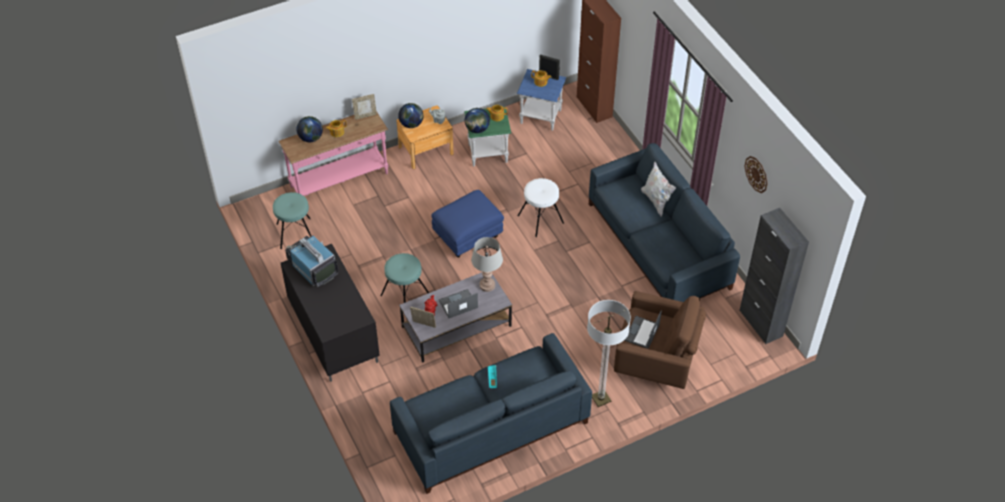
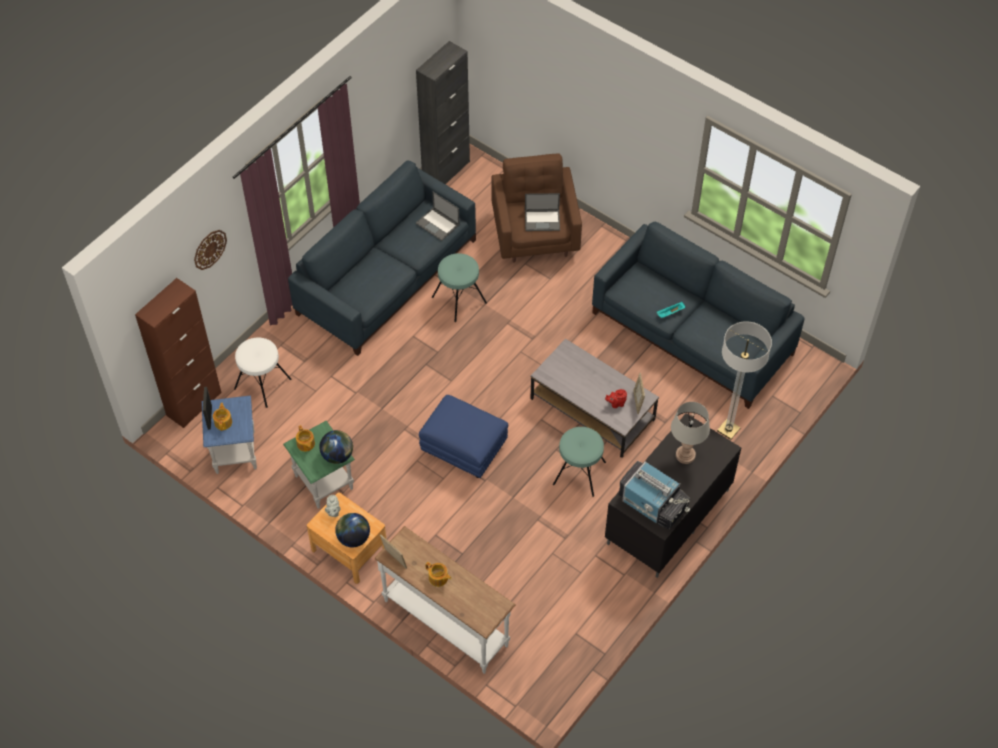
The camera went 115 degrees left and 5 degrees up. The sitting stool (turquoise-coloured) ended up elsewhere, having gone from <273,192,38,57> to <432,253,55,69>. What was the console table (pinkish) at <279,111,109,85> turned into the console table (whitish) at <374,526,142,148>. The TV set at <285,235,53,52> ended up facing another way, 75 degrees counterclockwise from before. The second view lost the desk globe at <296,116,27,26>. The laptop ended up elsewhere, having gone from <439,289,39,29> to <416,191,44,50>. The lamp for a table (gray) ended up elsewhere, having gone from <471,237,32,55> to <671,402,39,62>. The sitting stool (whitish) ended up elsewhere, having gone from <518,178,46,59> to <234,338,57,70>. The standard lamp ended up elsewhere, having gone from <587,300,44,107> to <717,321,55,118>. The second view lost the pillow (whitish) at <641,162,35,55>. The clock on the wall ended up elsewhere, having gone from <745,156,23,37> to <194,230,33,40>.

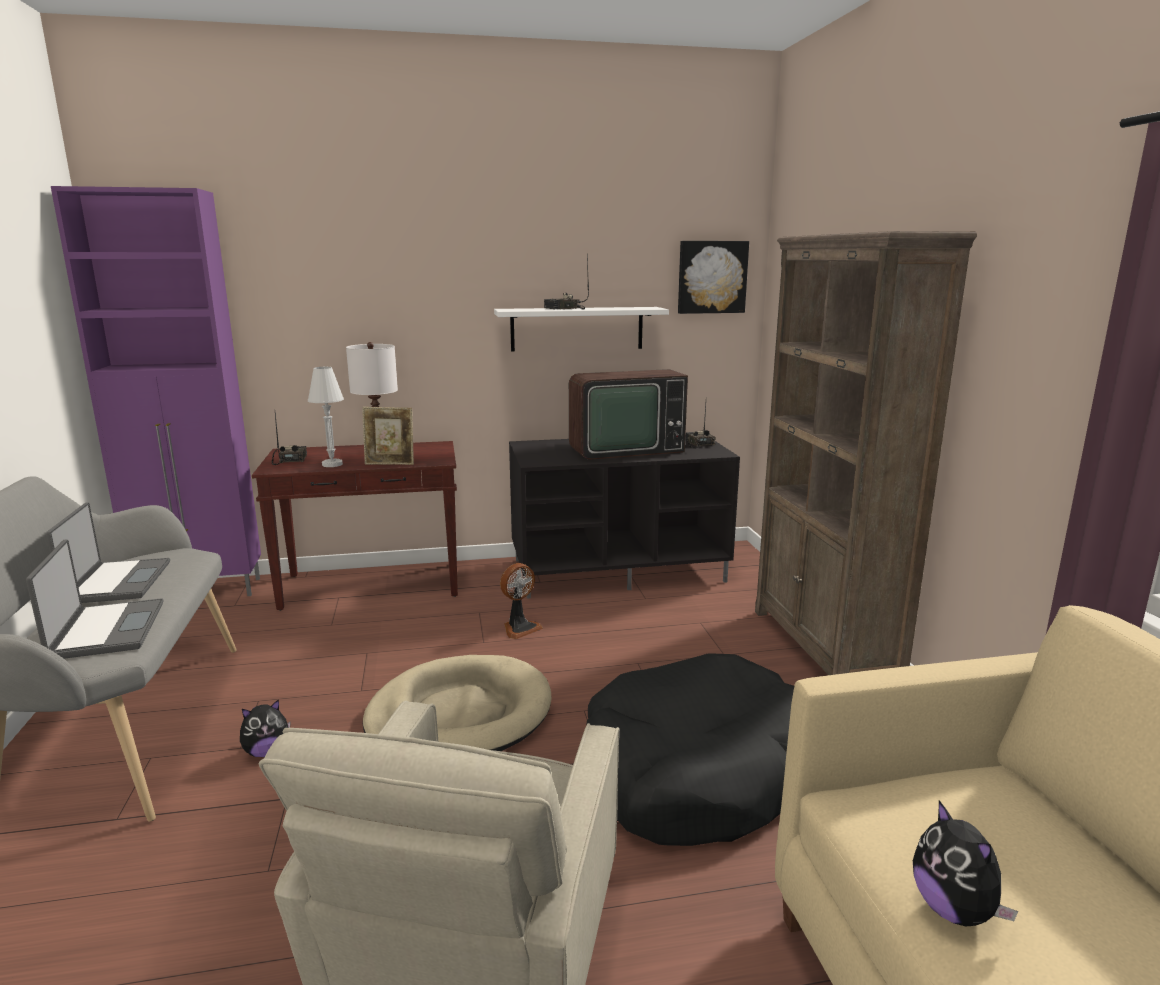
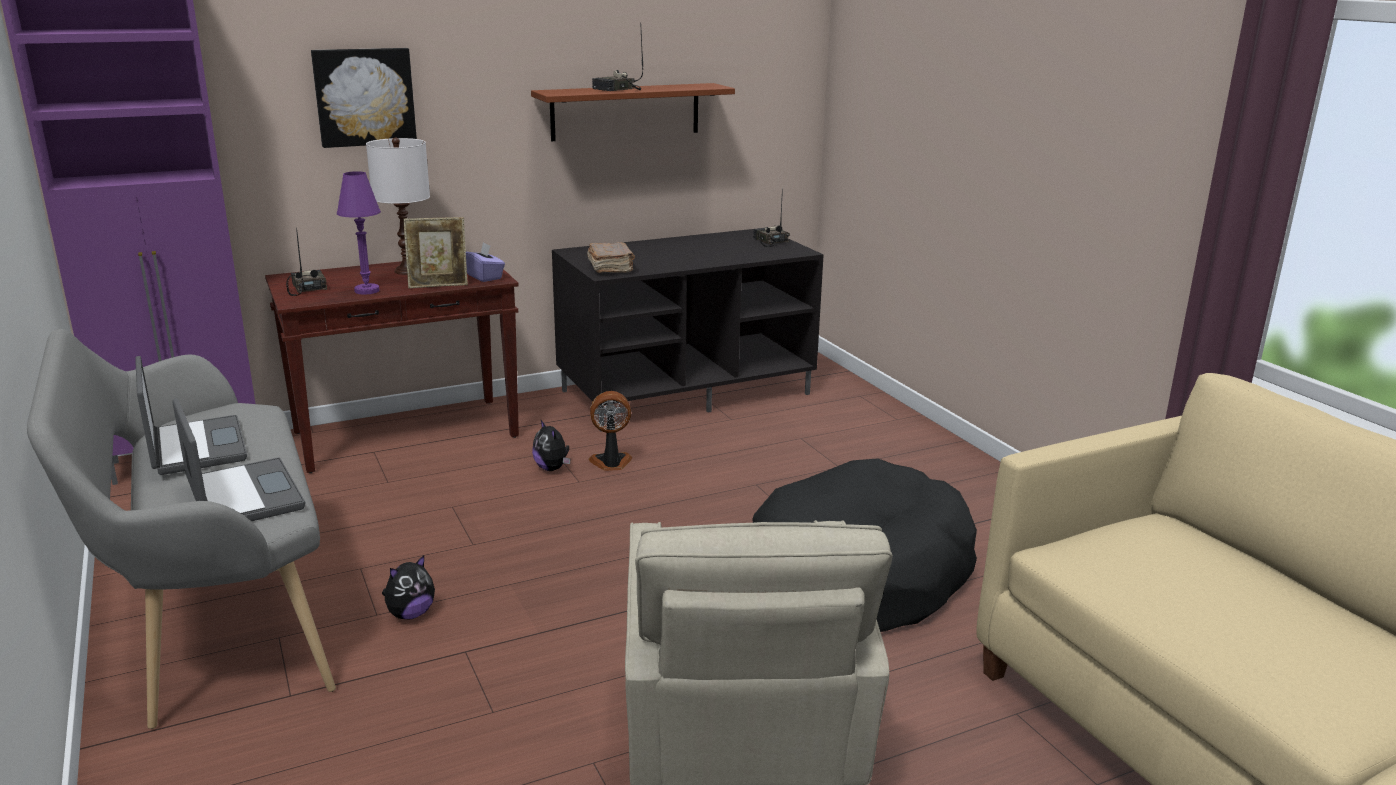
The camera went 15 degrees left and 5 degrees up. What was the lamp for a table (whitish) at <308,367,36,100> turned into the lamp for a table (purple) at <337,171,44,124>. The second view lost the pet bed (sand-coloured) at <363,655,188,96>. What was the shelf (whitish) at <494,307,175,45> turned into the shelf (brown) at <531,83,204,58>. The cooling fan at <500,563,43,76> ended up facing another way, 135 degrees counterclockwise from before. The second view lost the TV set at <569,369,119,90>. The picture ended up elsewhere, having gone from <678,241,71,73> to <311,48,106,100>. The second view lost the shelving unit (brown) at <755,231,222,444>. The soft toy ended up elsewhere, having gone from <913,800,106,126> to <532,420,38,51>. The second view gained the tissue box (purple) at <466,242,39,40>. The second view gained the volume (brown) at <587,242,48,31>.

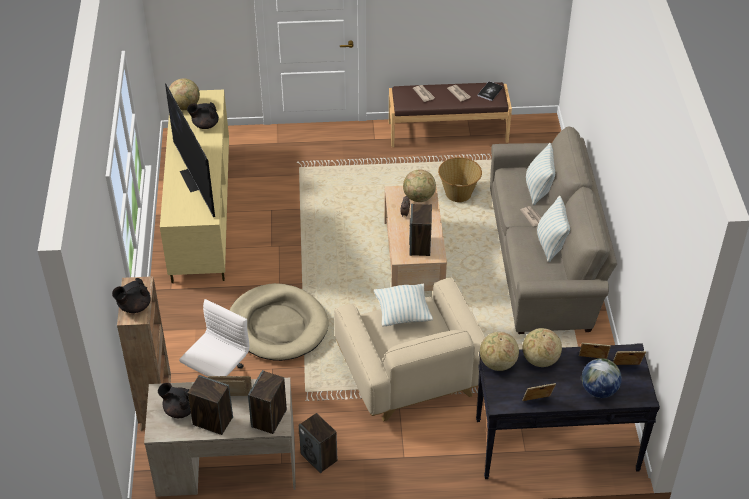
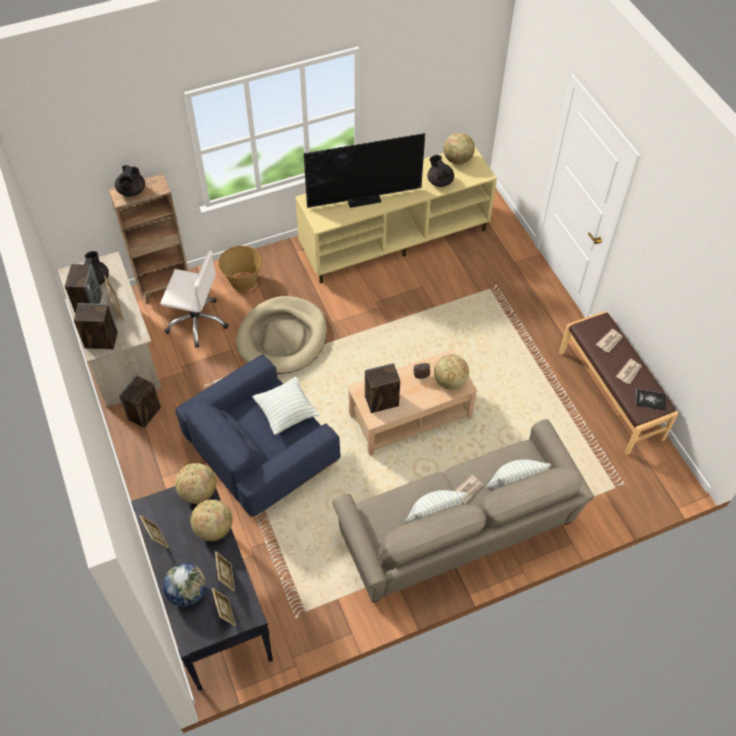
The camera went 70 degrees right and 10 degrees up. The tea pot (blackish) at <112,278,39,35> ended up facing another way, 120 degrees counterclockwise from before. The TV set at <165,84,50,133> ended up facing another way, 150 degrees counterclockwise from before. What was the lounge chair (sand-coloured) at <334,277,151,144> turned into the lounge chair (bluish) at <175,355,166,162>. The basket ended up elsewhere, having gone from <438,157,44,45> to <218,246,44,45>.

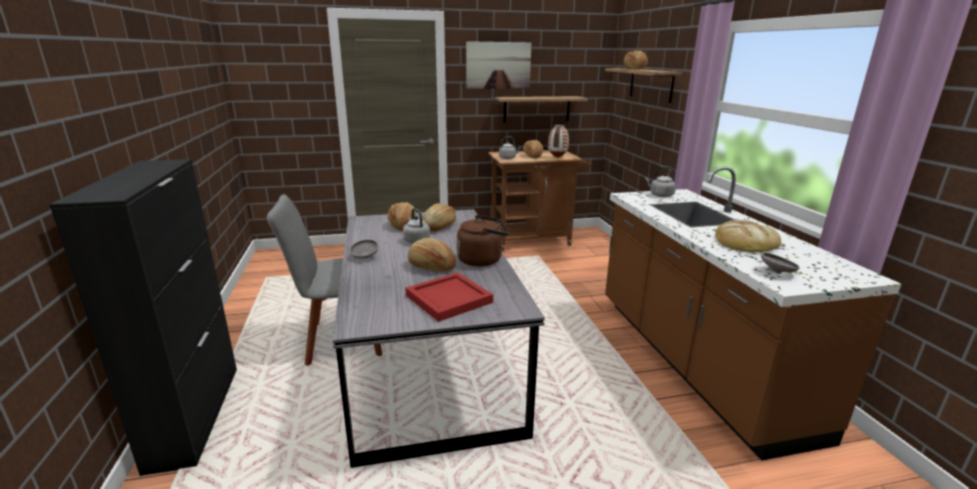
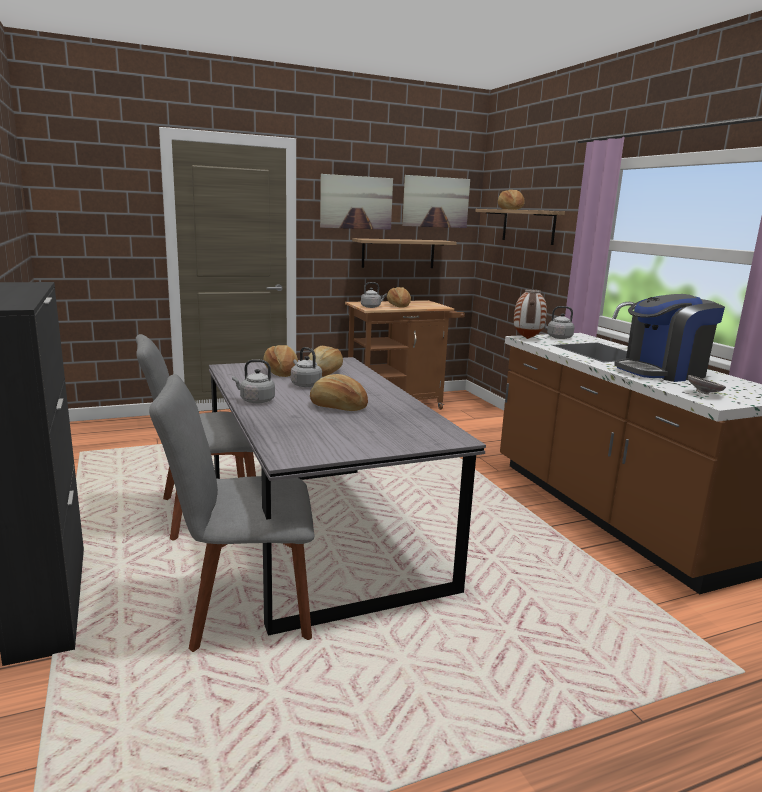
The camera went 10 degrees left and 5 degrees down. Where the bowl (gray) stood at <349,239,30,20>, the tea kettle (gray) came to stand at <232,359,43,44>. The second view lost the serving tray (reddish) at <405,272,88,50>. The second view lost the tea kettle (brown) at <457,215,52,51>. The decorative vase ended up elsewhere, having gone from <548,125,21,33> to <514,289,33,50>. Where the bakery bread stood at <715,220,66,32>, the coffee machine came to stand at <614,294,111,88>. The second view gained the plain chair (gray) at <149,374,166,278>. The second view gained the picture at <402,175,68,53>.

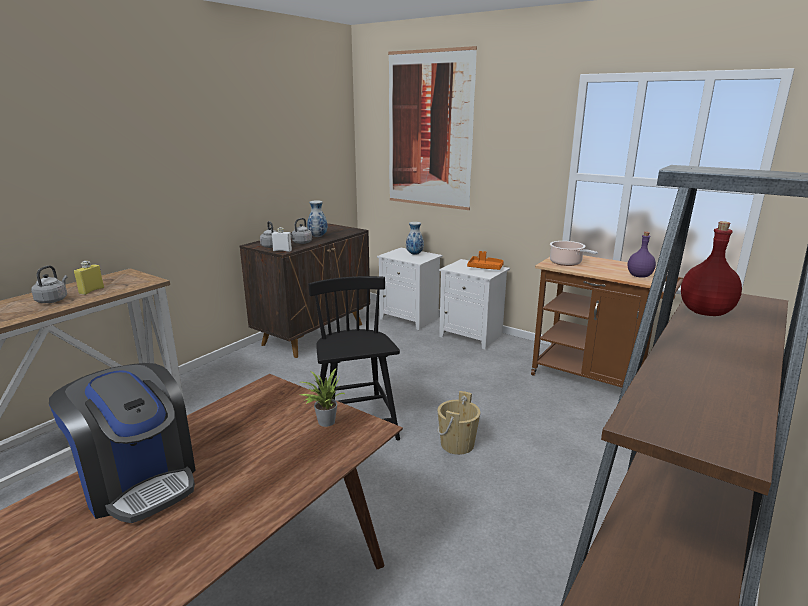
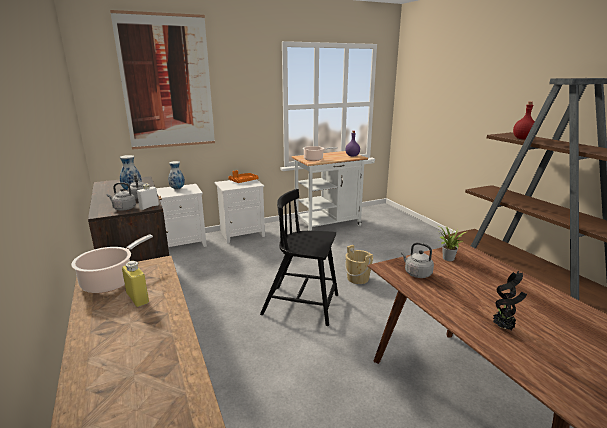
The camera went 60 degrees left and 0 degrees up. The tea kettle (gray) ended up elsewhere, having gone from <31,265,37,38> to <401,242,33,36>. Where the coffee machine stood at <49,363,147,160>, the plant in a pot came to stand at <493,271,34,59>. What was the trolley (brown) at <531,255,153,132> turned into the trolley (whitish) at <291,151,84,80>. The second view gained the cooking pot at <71,234,82,59>.

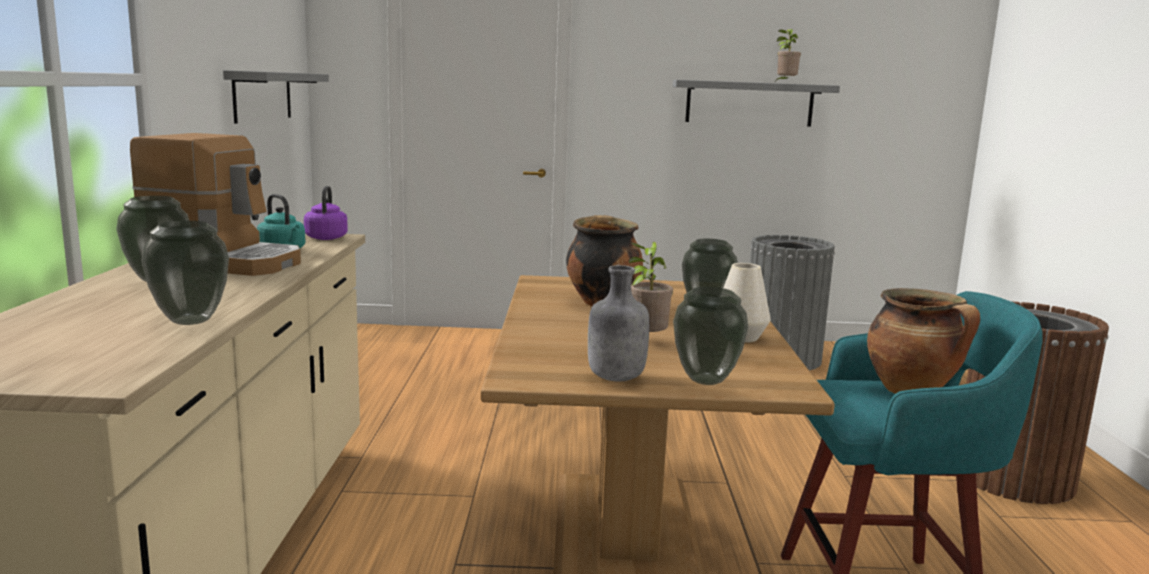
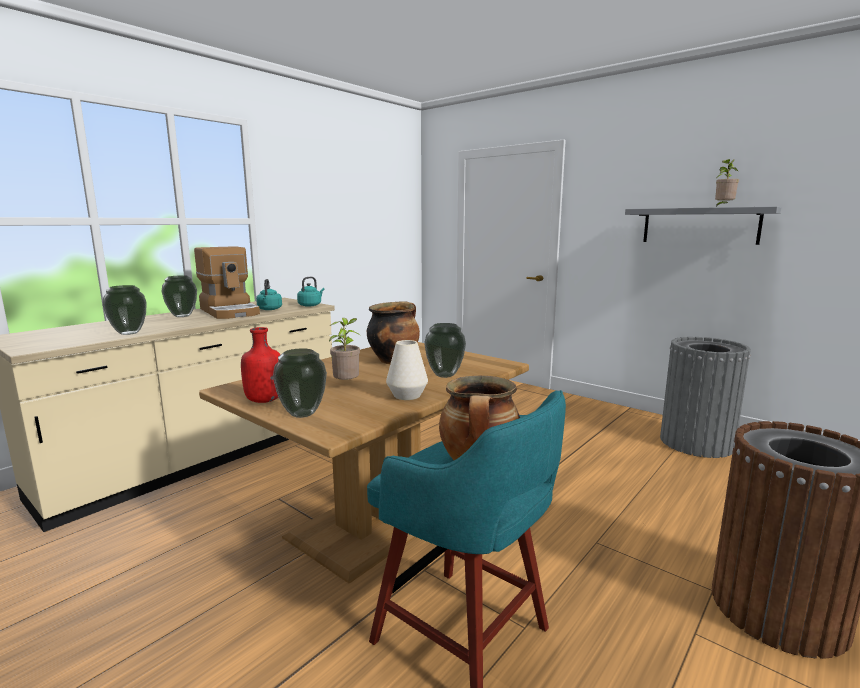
The camera went 40 degrees right and 0 degrees up. The second view lost the shelf (gray) at <223,70,106,54>. What was the tea kettle (purple) at <304,186,44,54> turned into the tea kettle (turquoise-coloured) at <297,277,27,30>. What was the bottle (gray) at <588,265,61,117> turned into the bottle (reddish) at <241,327,39,76>.

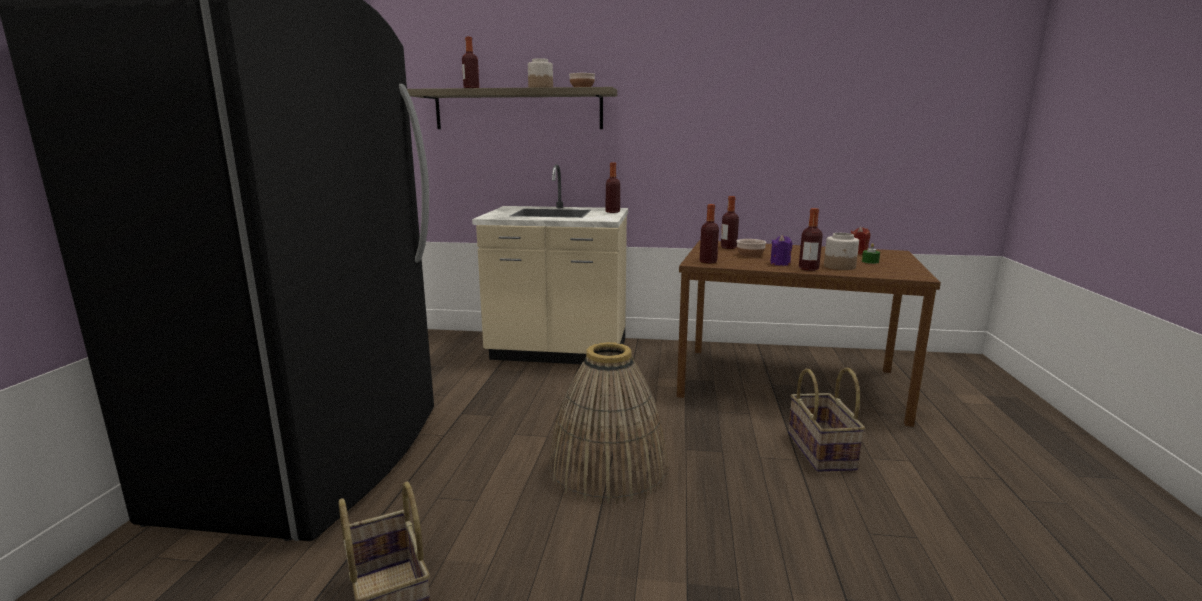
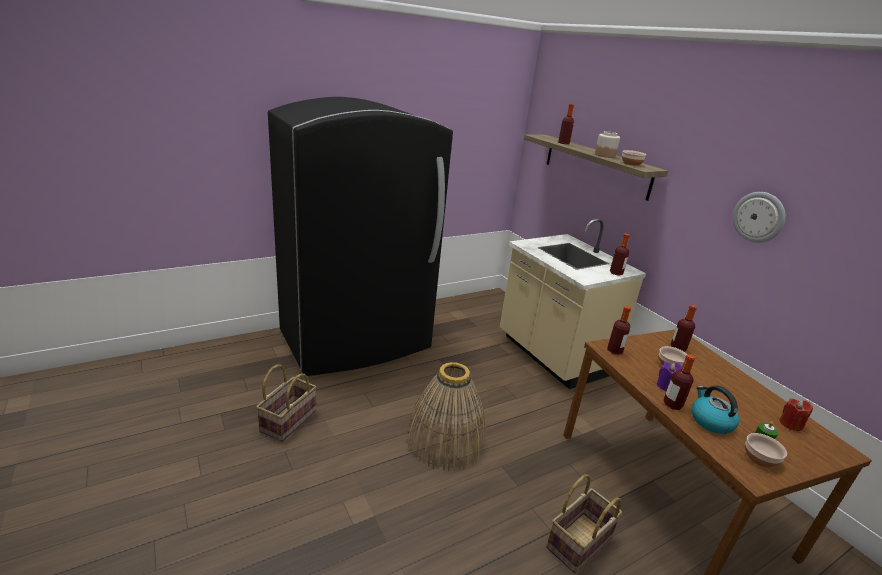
The camera went 50 degrees right and 10 degrees up. Where the preserve jar stood at <824,233,35,37>, the tea kettle came to stand at <692,386,47,48>. The second view gained the clock on the wall at <733,192,53,51>. The second view gained the bowl at <745,433,42,35>.

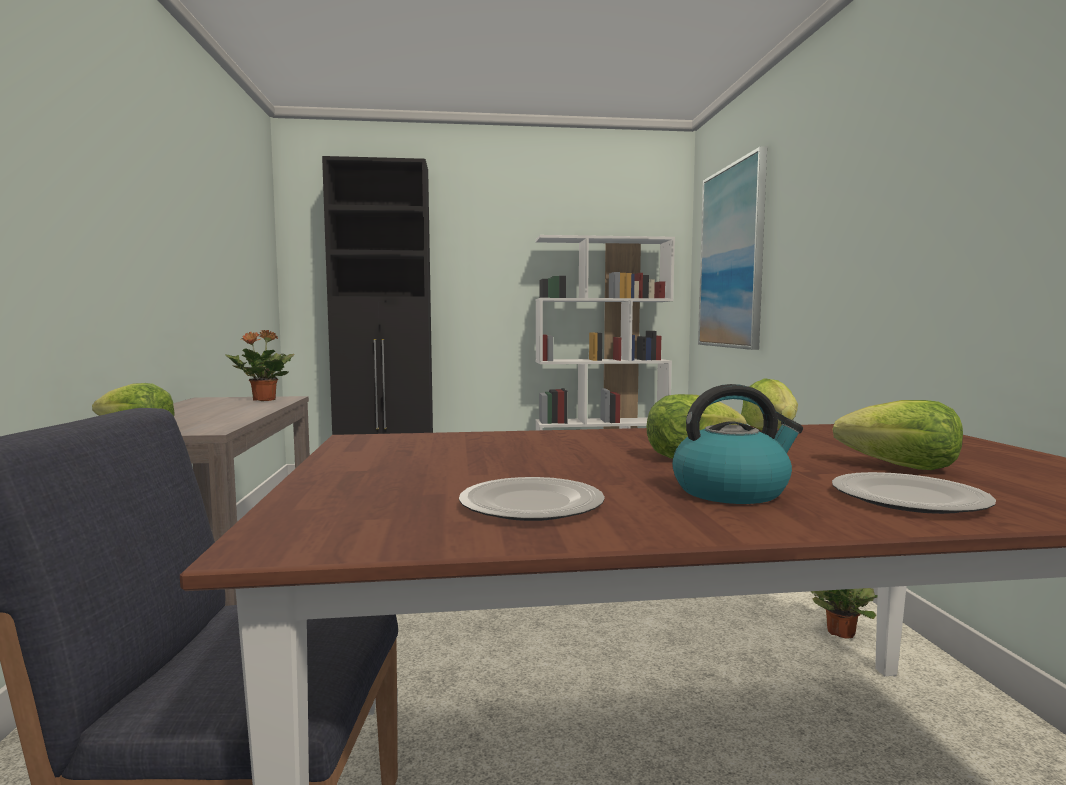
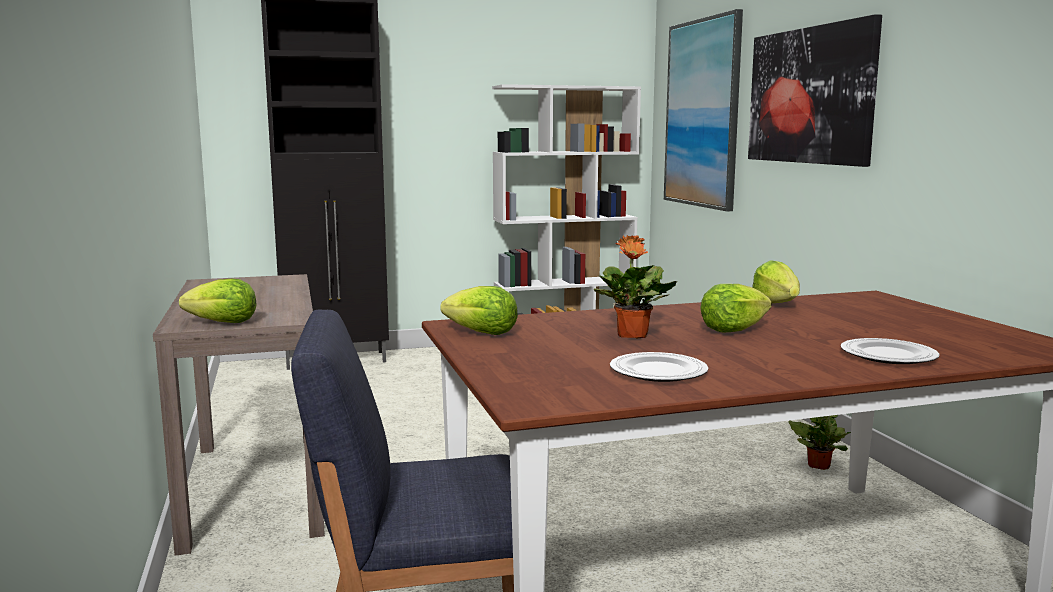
The camera went 10 degrees left and 5 degrees up. The plant in a pot ended up elsewhere, having gone from <226,330,69,71> to <594,235,84,104>. The second view lost the tea kettle at <672,384,131,120>. The lettuce ended up elsewhere, having gone from <833,400,130,70> to <440,286,78,49>. The second view gained the picture at <748,14,134,153>.

